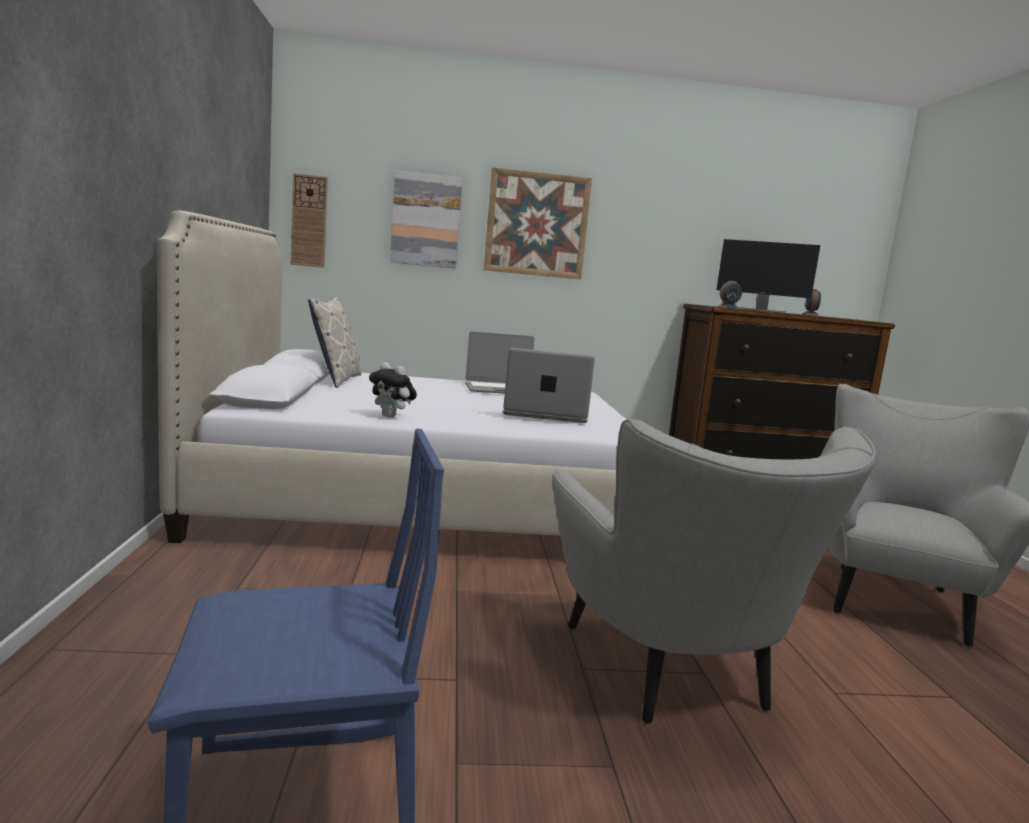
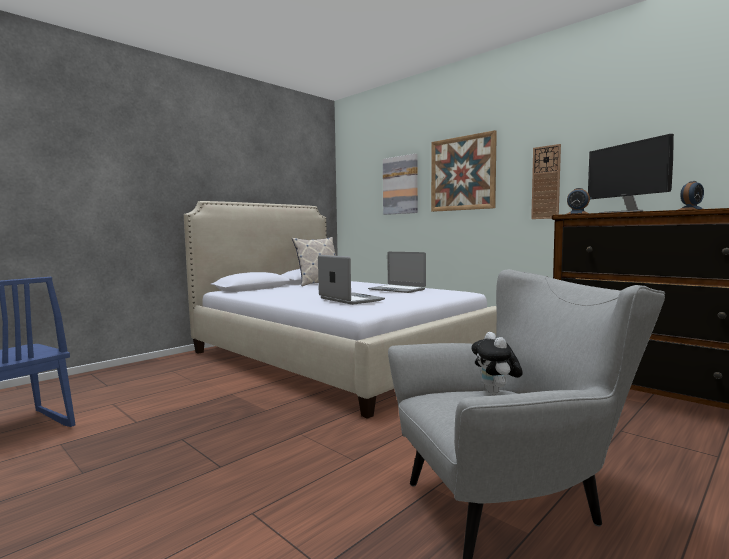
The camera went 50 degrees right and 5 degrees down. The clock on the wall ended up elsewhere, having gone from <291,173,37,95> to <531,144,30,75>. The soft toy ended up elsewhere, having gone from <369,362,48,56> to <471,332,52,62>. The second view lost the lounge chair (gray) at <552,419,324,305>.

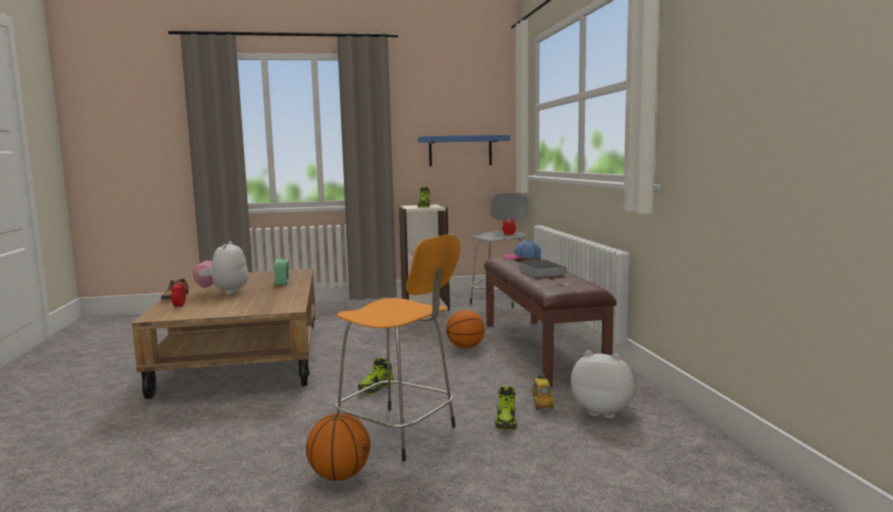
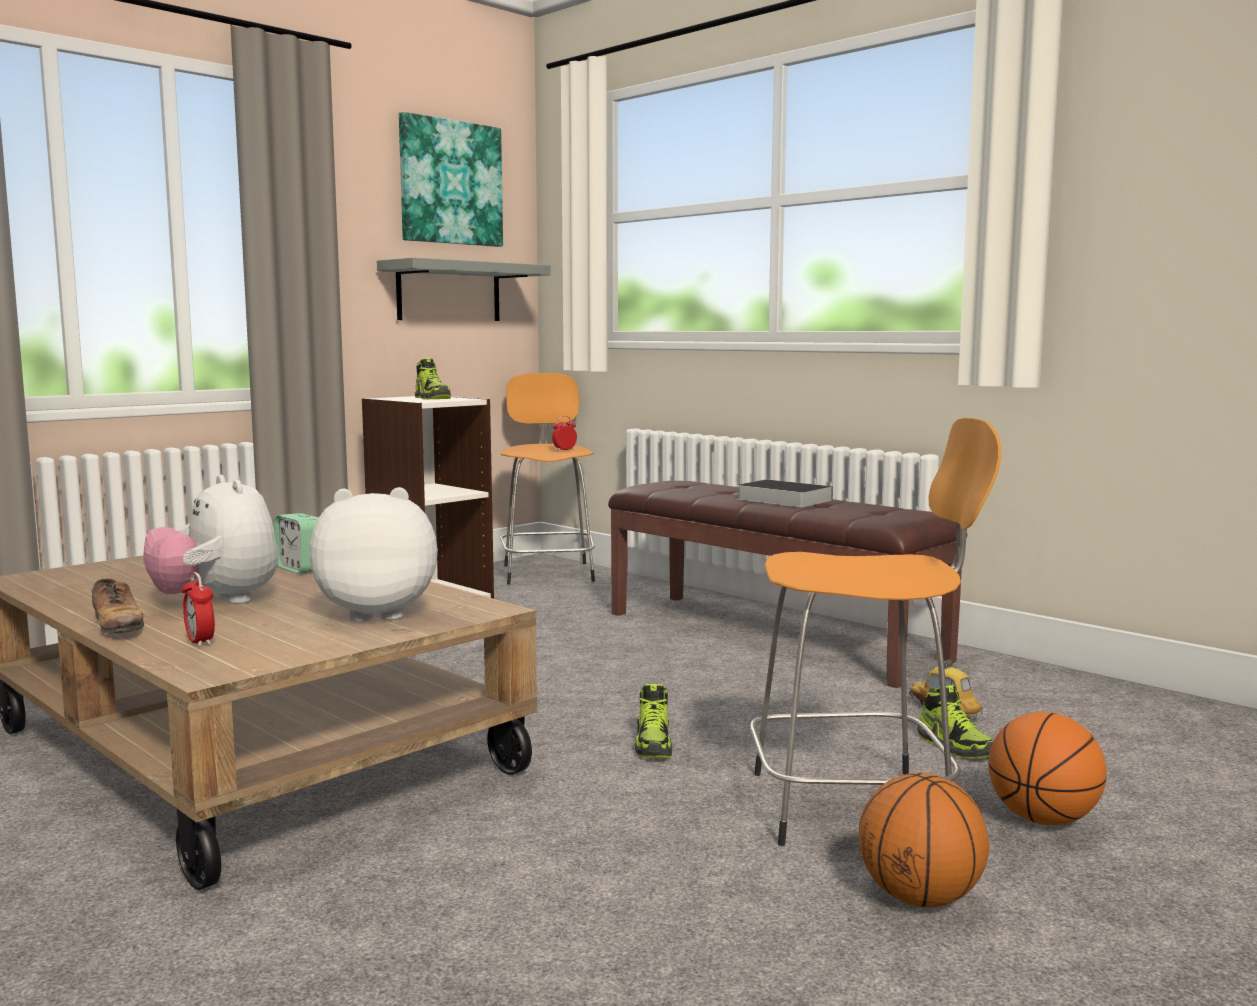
The camera went 35 degrees left and 0 degrees up. What was the shelf (bluish) at <418,135,92,31> turned into the shelf (gray) at <377,257,174,64>. The basketball ball ended up elsewhere, having gone from <446,310,39,39> to <988,712,119,113>. What was the sitting stool (gray) at <470,193,58,115> turned into the sitting stool (orange-coloured) at <500,373,95,211>. The second view lost the cap at <503,240,38,20>. The soft toy ended up elsewhere, having gone from <571,350,64,69> to <309,487,129,134>. The second view gained the picture at <399,112,104,135>.

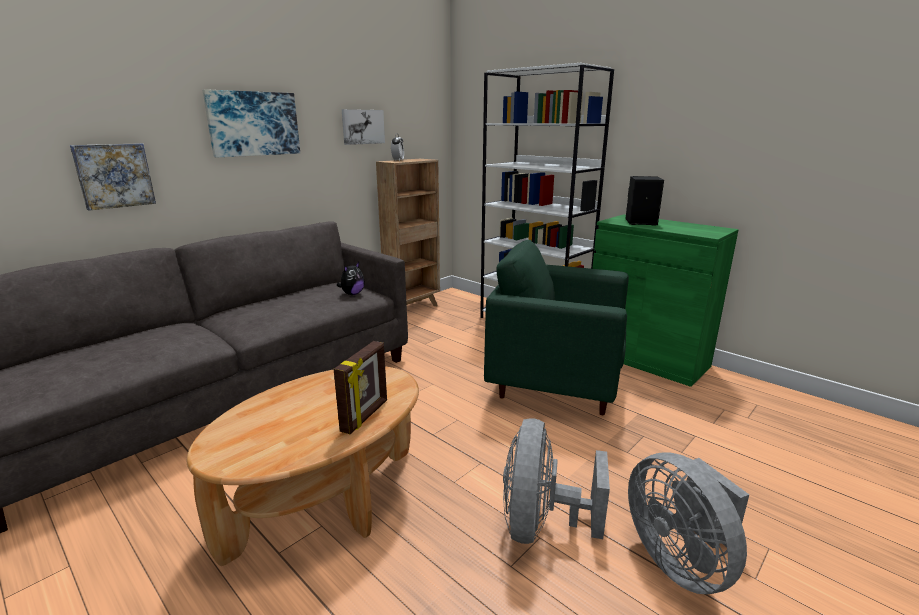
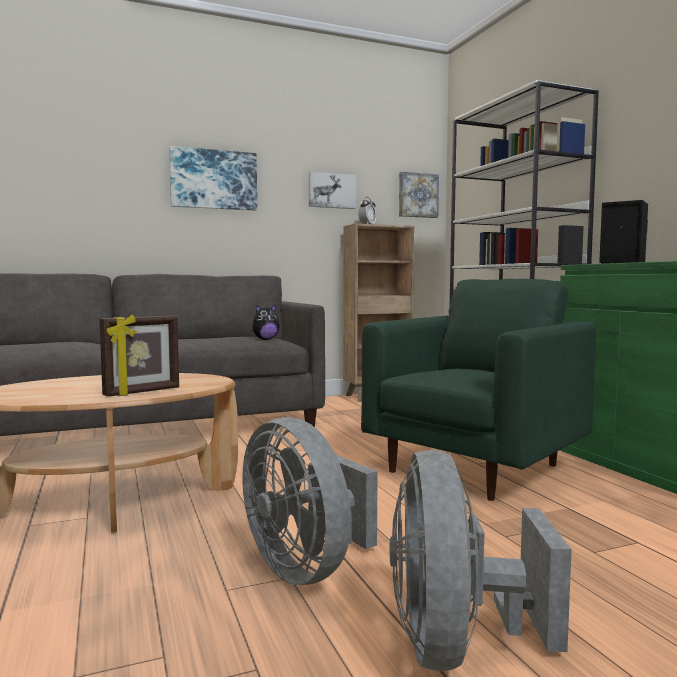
The camera went 25 degrees right and 15 degrees down. The picture ended up elsewhere, having gone from <70,143,86,68> to <399,172,40,46>. The lounge chair (green) at <484,240,145,175> ended up facing another way, 90 degrees clockwise from before. The cooling fan (gray) at <503,419,107,125> ended up facing another way, 75 degrees counterclockwise from before.

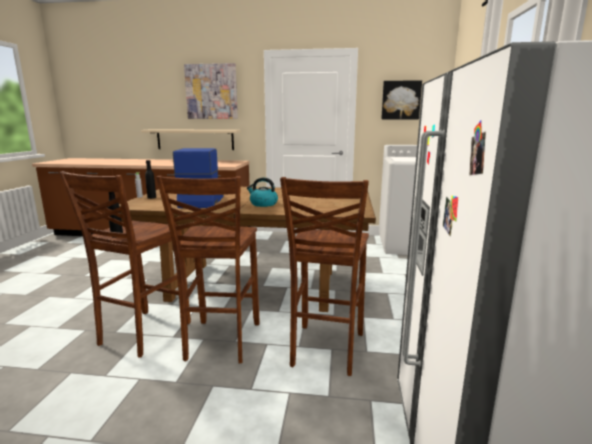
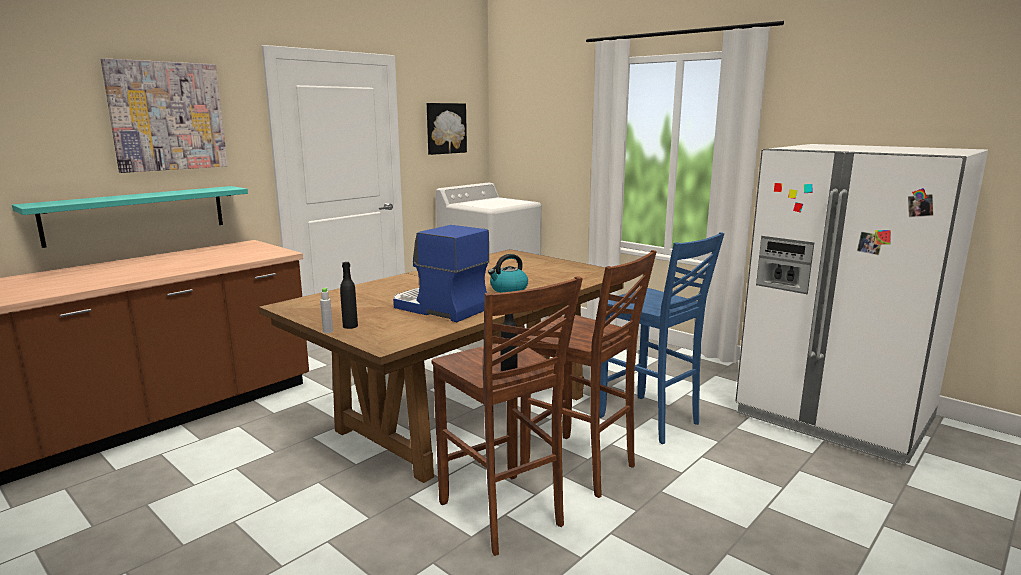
The camera went 55 degrees left and 0 degrees up. What was the shelf (sand-coloured) at <141,129,99,21> turned into the shelf (turquoise-coloured) at <12,186,236,62>. What was the sitting stool (brown) at <280,177,89,199> turned into the sitting stool (bluish) at <599,232,125,212>.

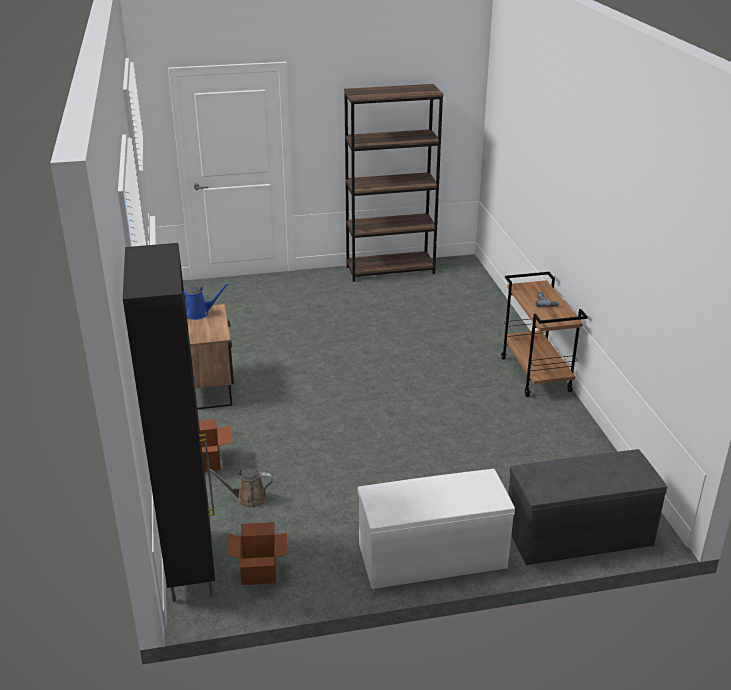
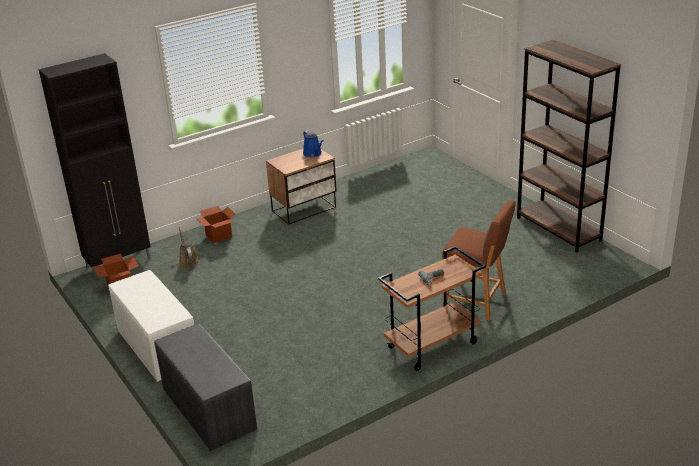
The camera went 70 degrees right and 0 degrees up. The second view gained the sitting stool (brown) at <442,200,74,120>.

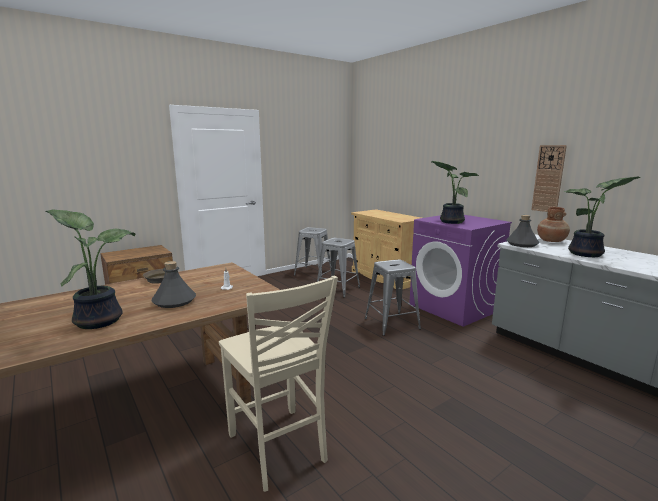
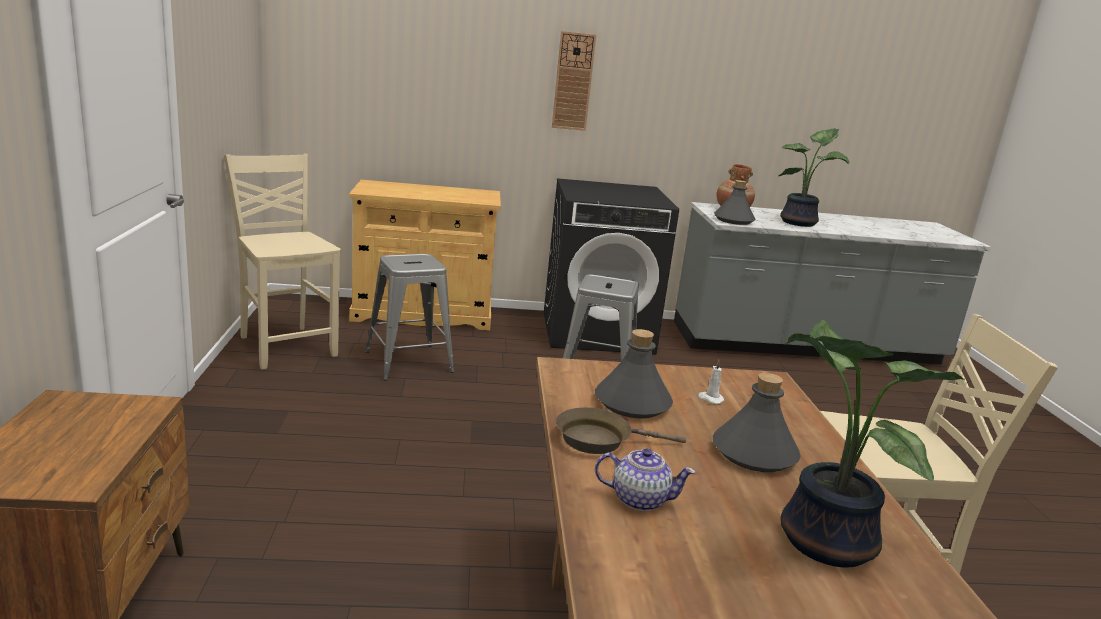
The camera went 60 degrees left and 5 degrees up. Where the sitting stool (gray) stood at <294,227,37,52>, the plain chair (sand-coloured) came to stand at <224,154,117,216>. What was the laundry appliance (purple) at <409,215,103,112> turned into the laundry appliance (blackish) at <544,178,135,176>. The second view lost the plant in a pot at <431,161,49,63>. The clock on the wall ended up elsewhere, having gone from <531,145,36,67> to <552,31,44,100>. The second view gained the bottle (gray) at <595,329,78,89>. The second view gained the tea pot at <595,448,101,63>.

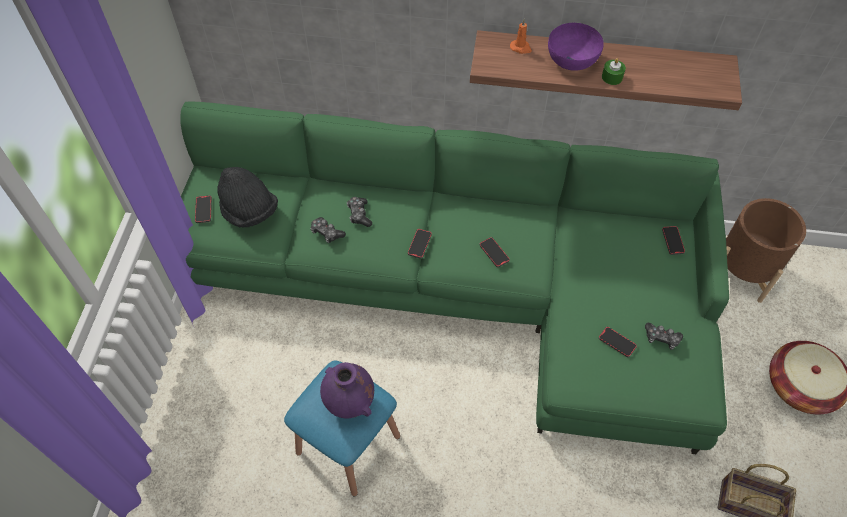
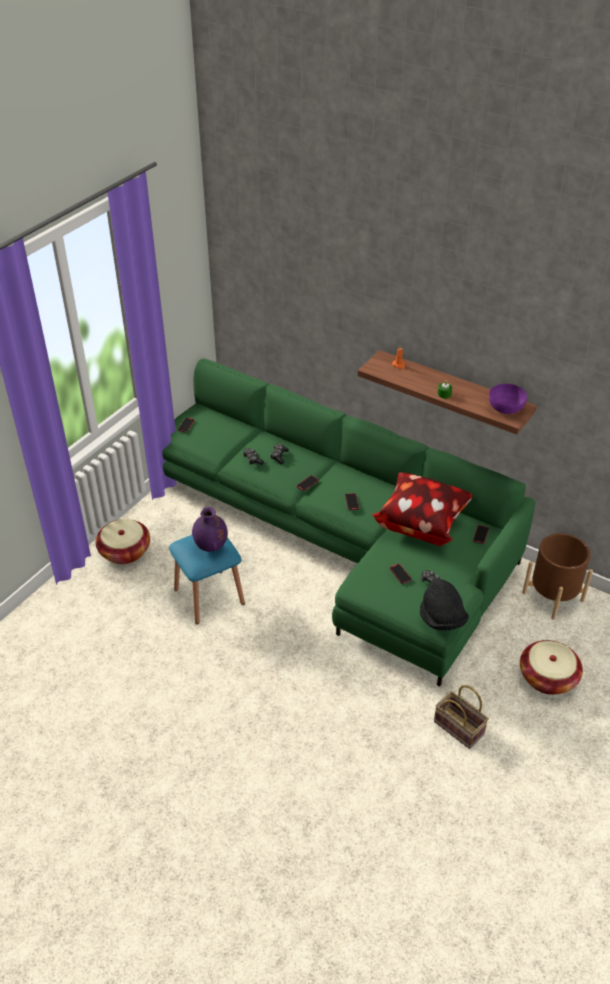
The camera went 25 degrees right and 15 degrees down. The hat (blackish) ended up elsewhere, having gone from <217,167,61,61> to <420,579,49,52>. The bowl (purple) ended up elsewhere, having gone from <548,23,56,48> to <489,384,38,30>. The second view gained the basket at <95,519,55,45>. The second view gained the pillow at <372,472,100,74>.

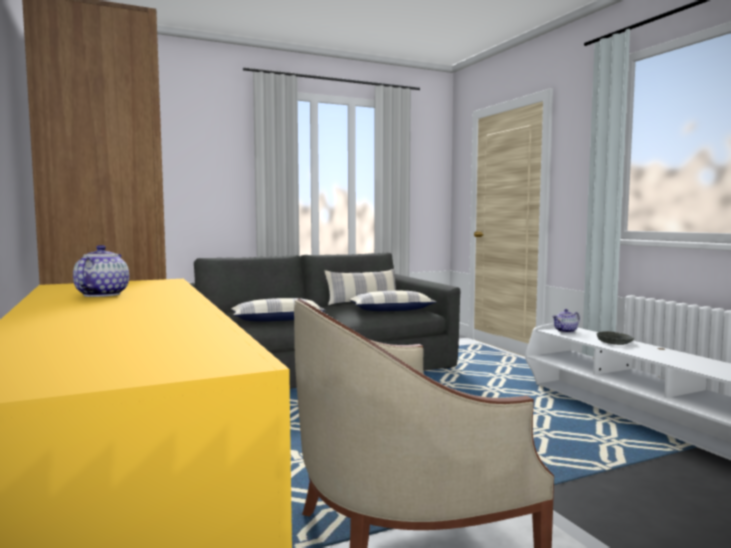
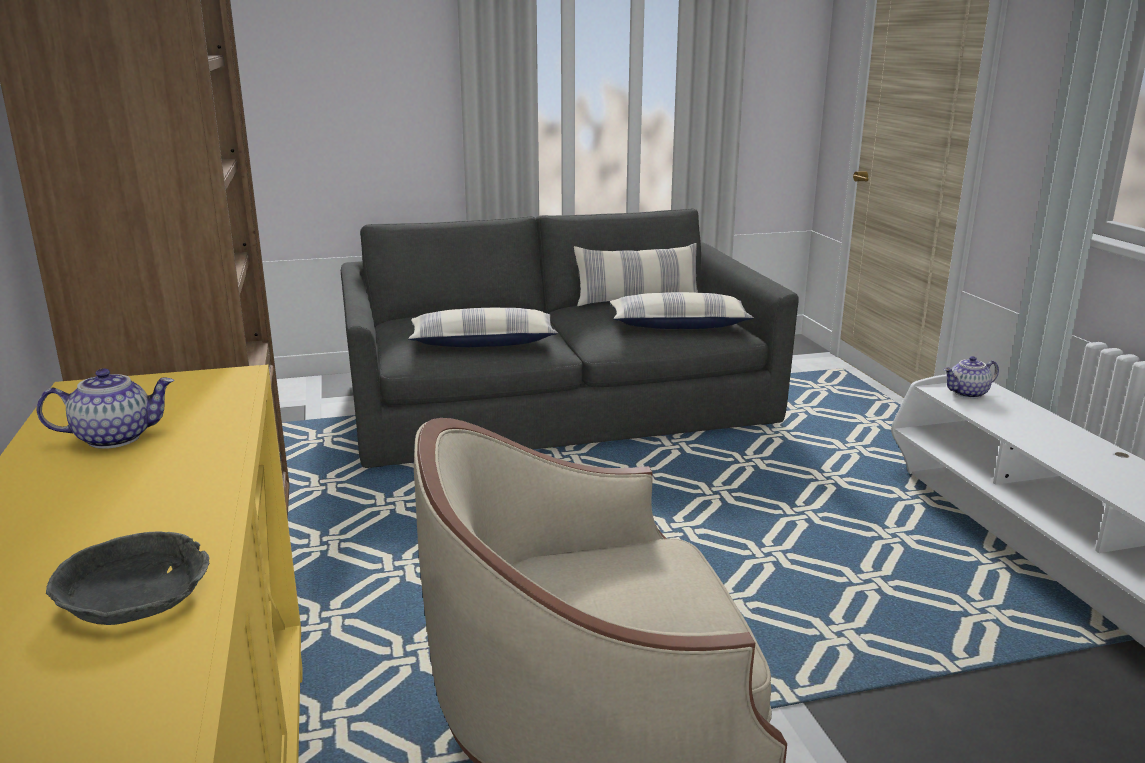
The camera went 10 degrees right and 15 degrees up. The tea pot at <73,245,56,52> ended up facing another way, 60 degrees clockwise from before. The bowl (gray) ended up elsewhere, having gone from <596,331,38,14> to <46,532,164,93>.

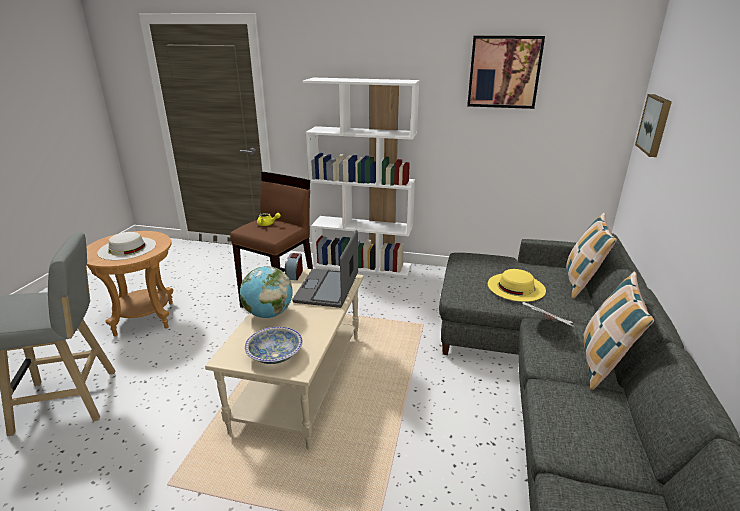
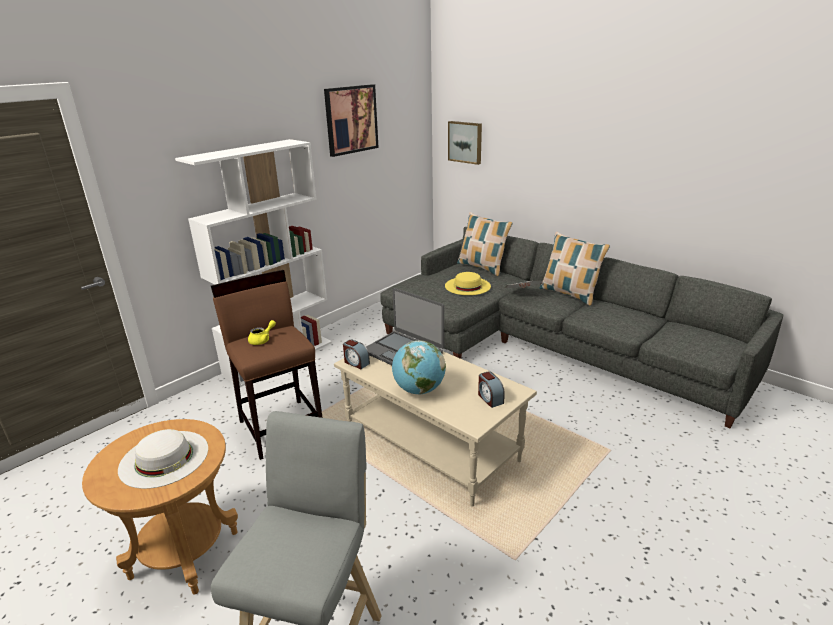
The camera went 60 degrees left and 0 degrees up. Where the bowl stood at <245,327,58,37>, the bedside clock came to stand at <478,371,27,37>.

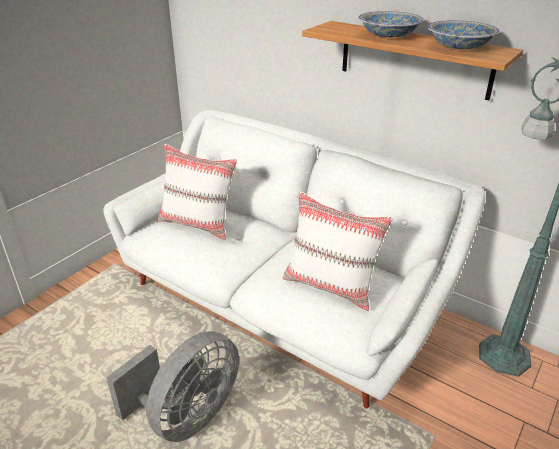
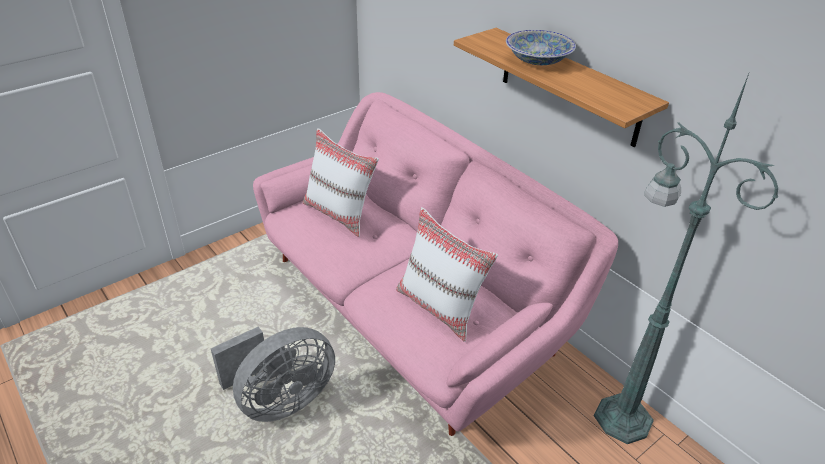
The camera went 15 degrees right and 5 degrees up. What was the sofa (whitish) at <103,110,382,298> turned into the sofa (pinkish) at <253,92,365,344>. The second view lost the bowl at <427,20,73,29>.

